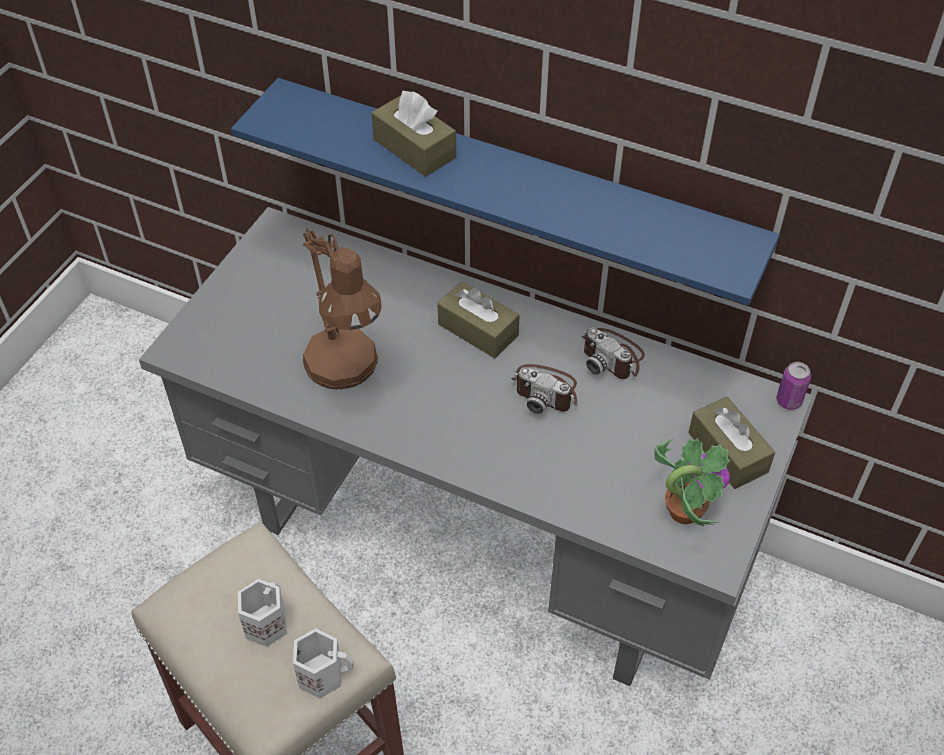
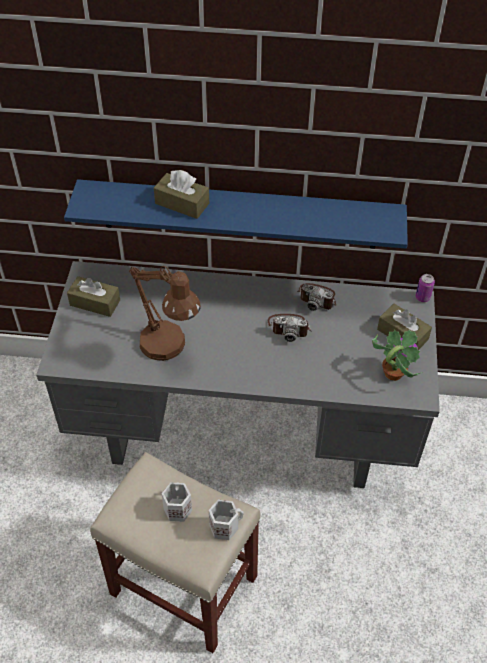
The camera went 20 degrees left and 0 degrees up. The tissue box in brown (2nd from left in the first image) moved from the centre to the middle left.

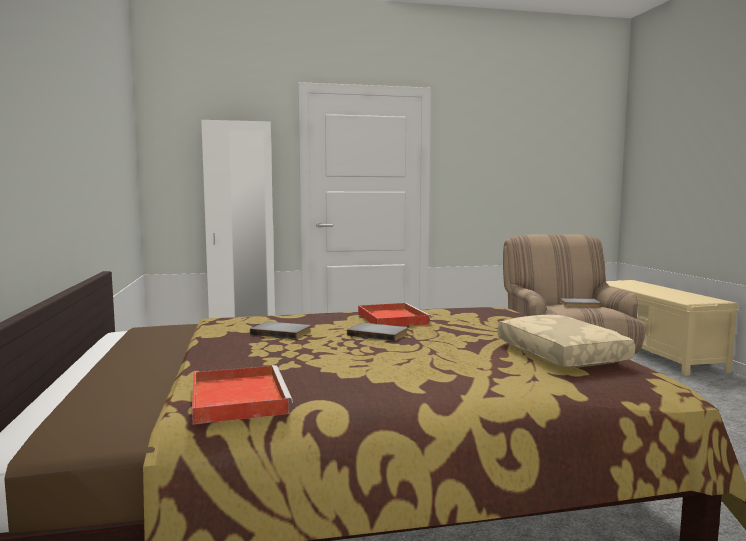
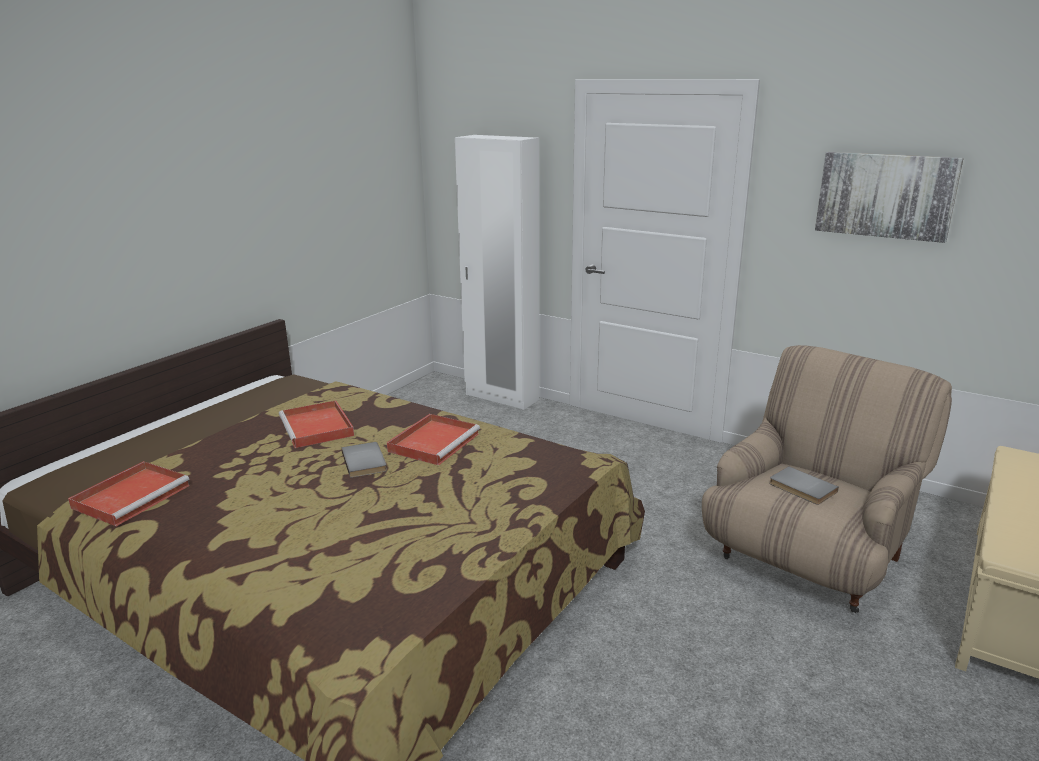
The camera went 45 degrees right and 15 degrees up. The pillow in beige at the middle right disappeared. The picture at the top right appeared. The book in grey (1st from left) at the centre was replaced by the tray in red (2nd from left) at the middle left.

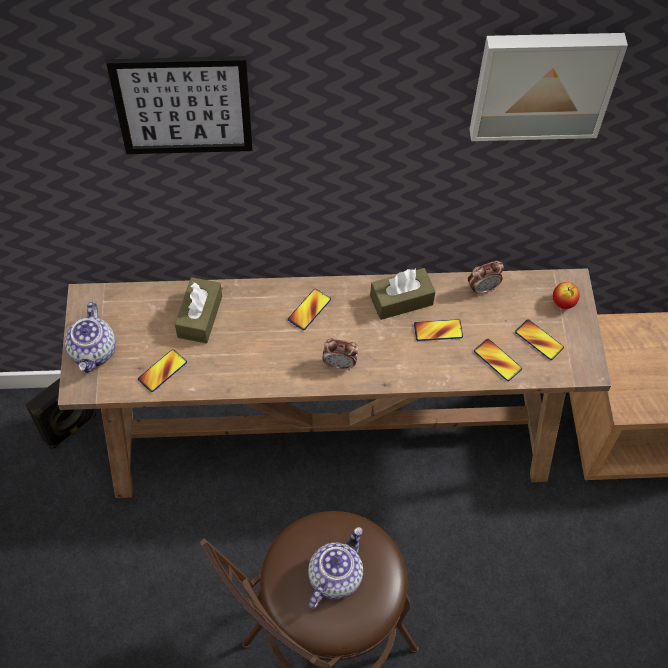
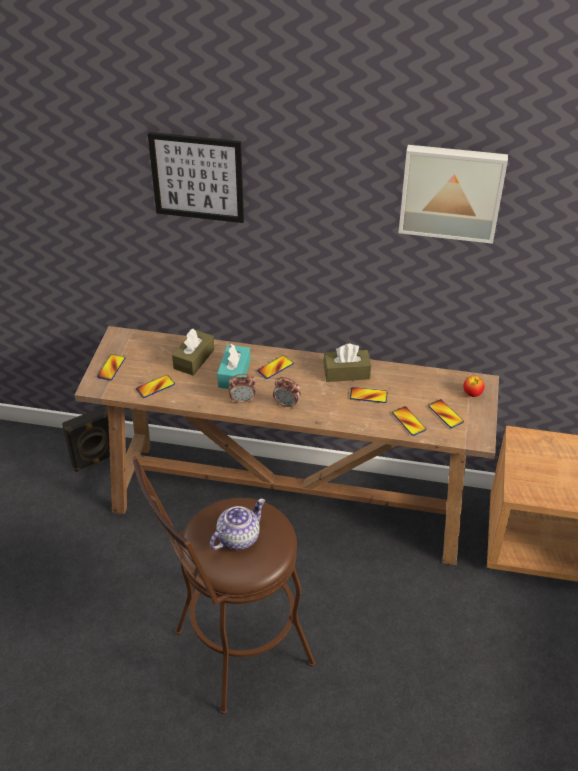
The camera went 15 degrees right and 15 degrees down. The tissue box in turquoise at the centre appeared. The alarm clock (2nd from left in the first image) moved from the middle right to the centre. The teapot (1st from left) at the middle left was replaced by the phone (1st from left) at the middle left.

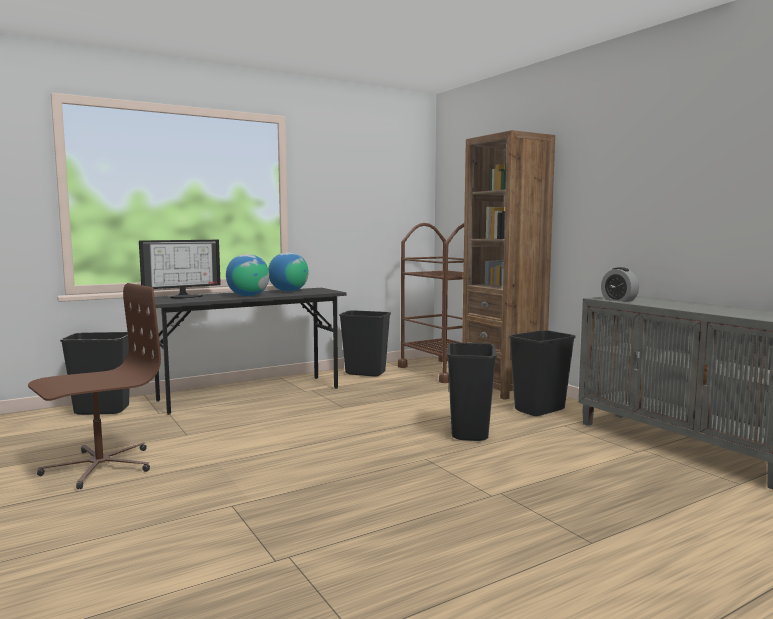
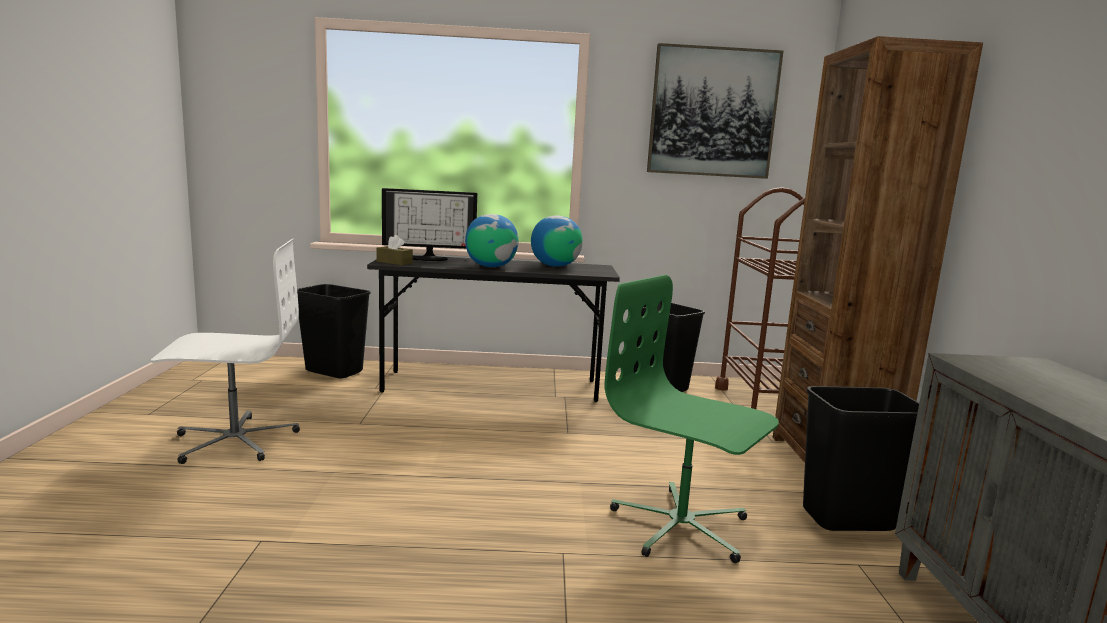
The camera went 30 degrees right and 5 degrees up. The alarm clock at the middle right disappeared. The tissue box in brown at the centre appeared. The picture at the top centre appeared. The trash can in black (3rd from left) at the centre was replaced by the office chair in green at the bottom centre. The office chair in brown at the middle left became the office chair in white at the middle left.

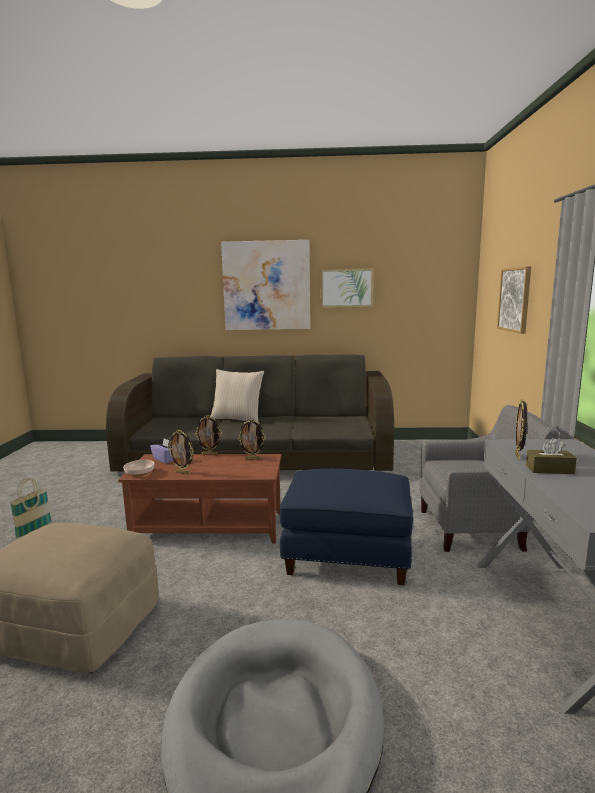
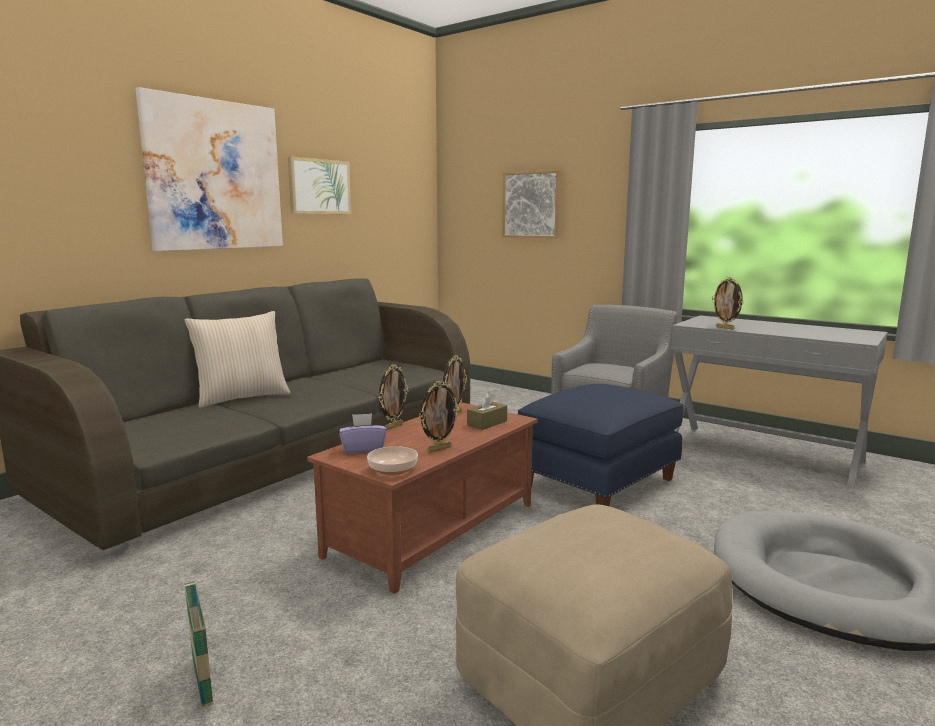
The camera went 55 degrees left and 0 degrees up. The tissue box in brown moved from the middle right to the centre.

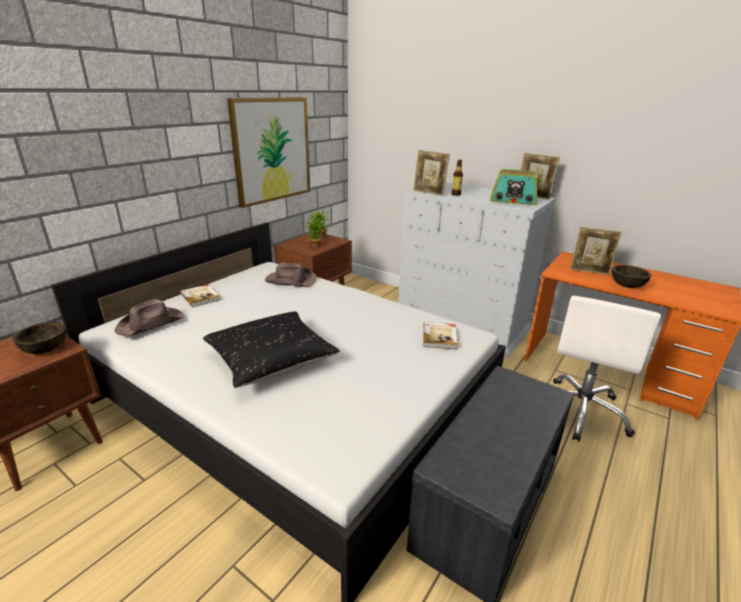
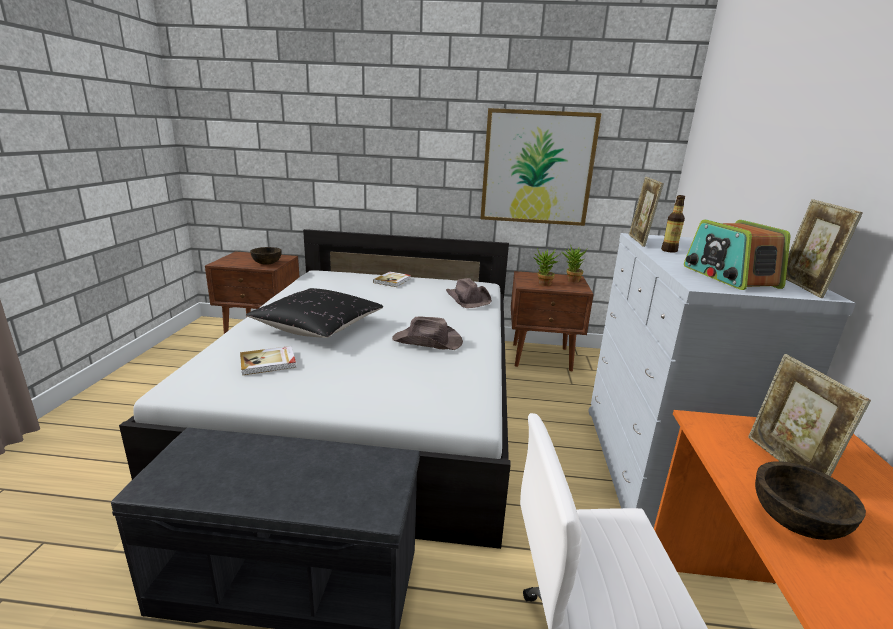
The camera went 60 degrees right and 5 degrees down. The hat in brown (1st from left) moved from the middle left to the centre. The book (2nd from left in the first image) moved from the centre to the middle left.

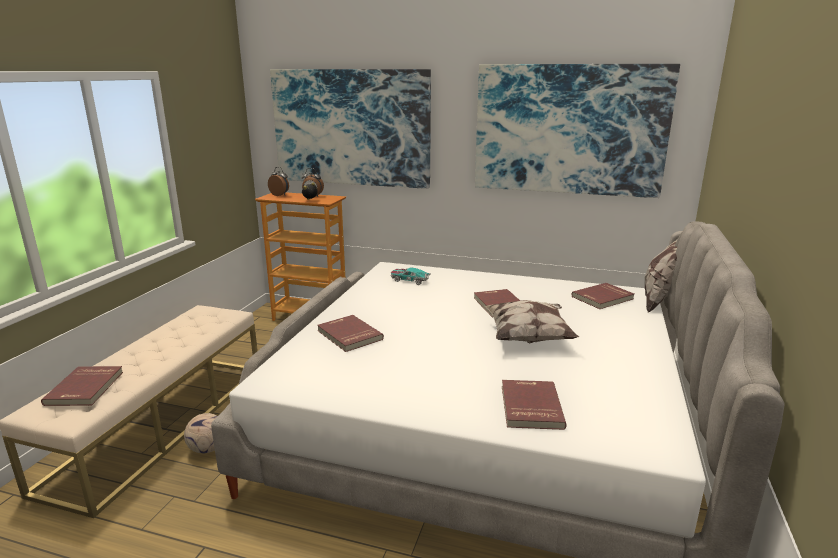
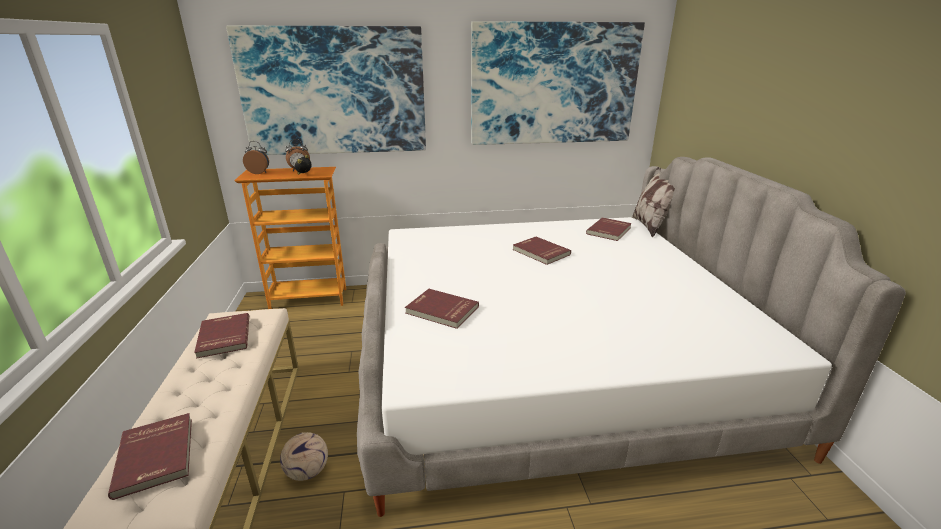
The camera went 25 degrees left and 5 degrees up. The toy car at the centre disappeared. The pillow (1st from left) at the centre disappeared. The book in red (4th from left in the first image) moved from the bottom centre to the middle left.

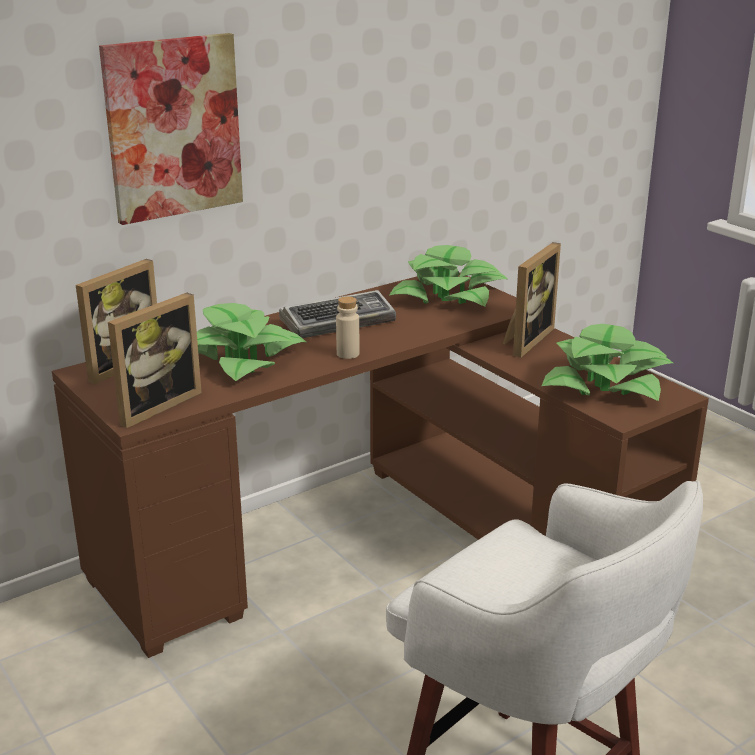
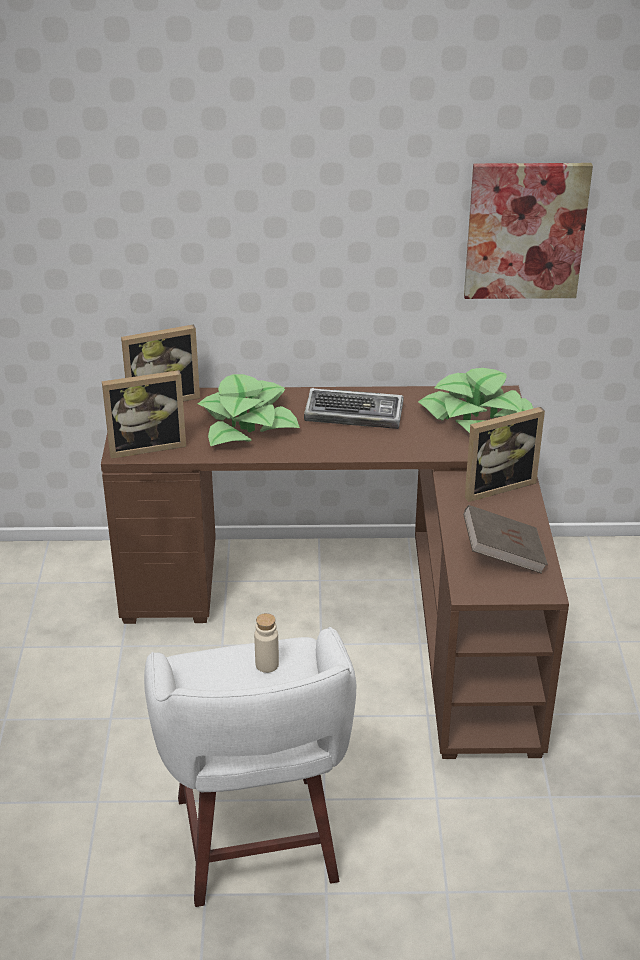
The camera went 35 degrees right and 10 degrees up. The picture moved from the top left to the top right. The bottle in beige moved from the centre to the bottom centre. The potted plant (3rd from left) at the middle right was replaced by the book in brown at the middle right.

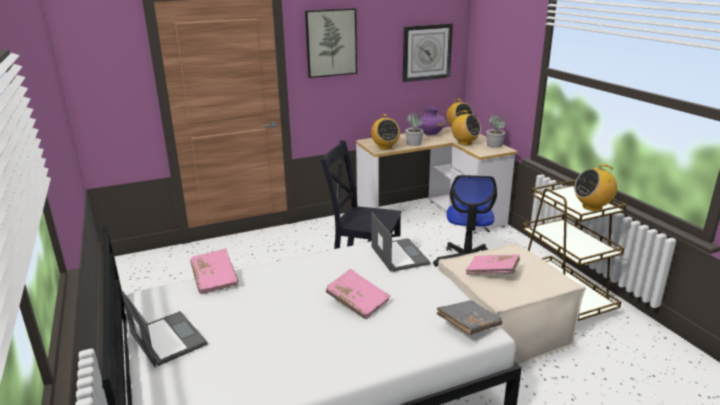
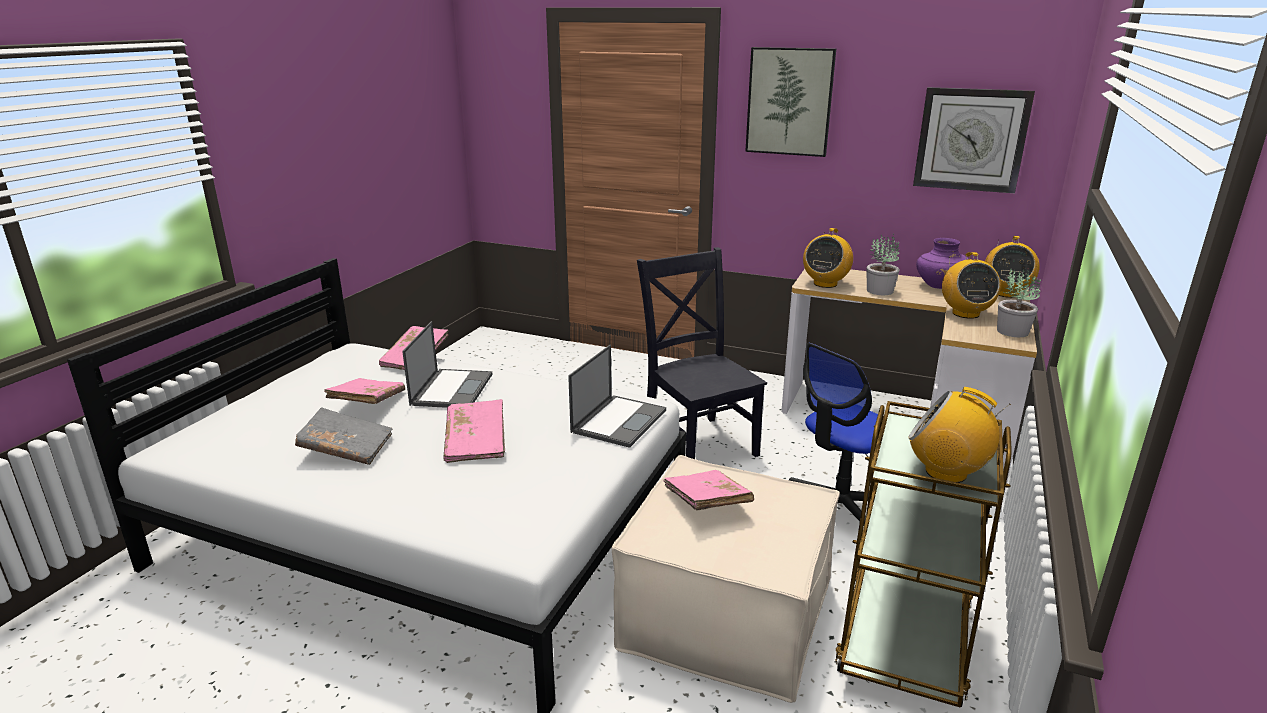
The camera went 45 degrees right and 0 degrees up. The book in pink (1st from left) at the middle left appeared. The laptop (1st from left) moved from the bottom left to the centre. The book in grey moved from the bottom centre to the middle left.

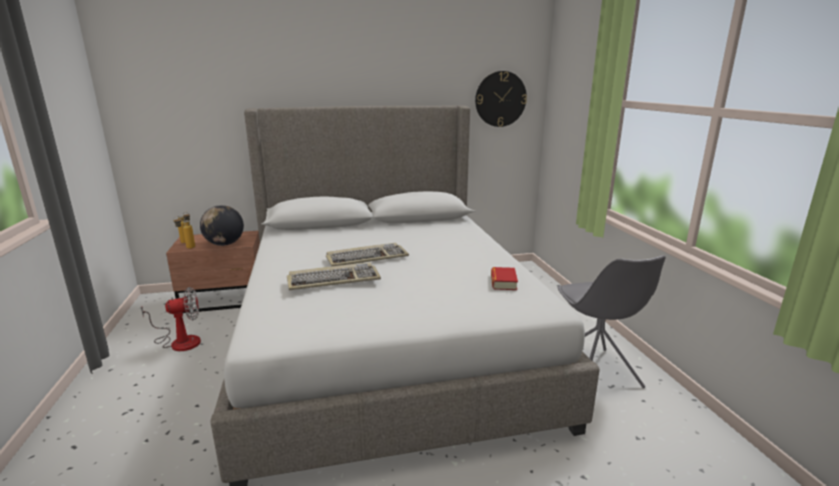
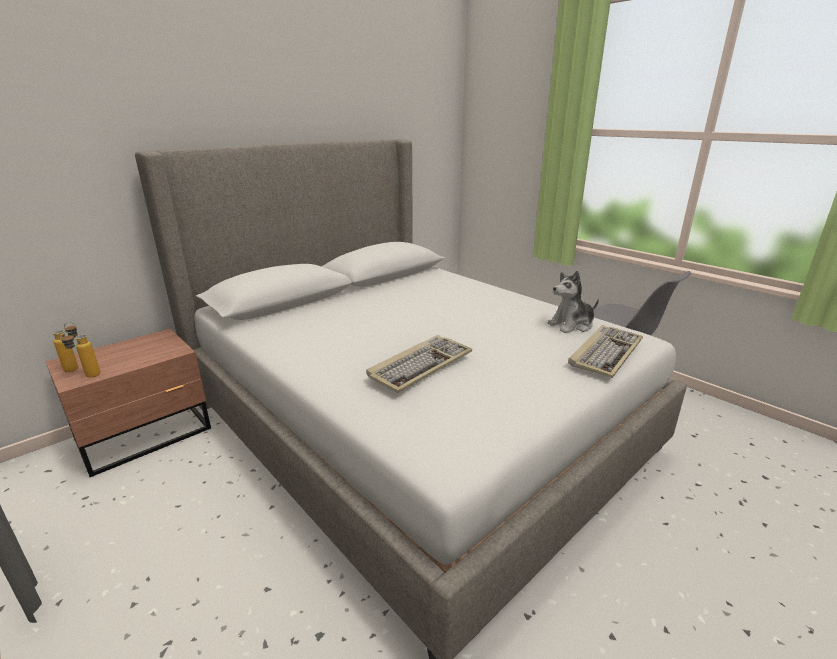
The camera went 30 degrees left and 5 degrees up. The fan at the middle left disappeared. The globe at the middle left disappeared. The wall clock at the top centre disappeared. The keyboard (2nd from left) moved from the centre to the middle right. The book at the centre was replaced by the plush toy at the middle right.

